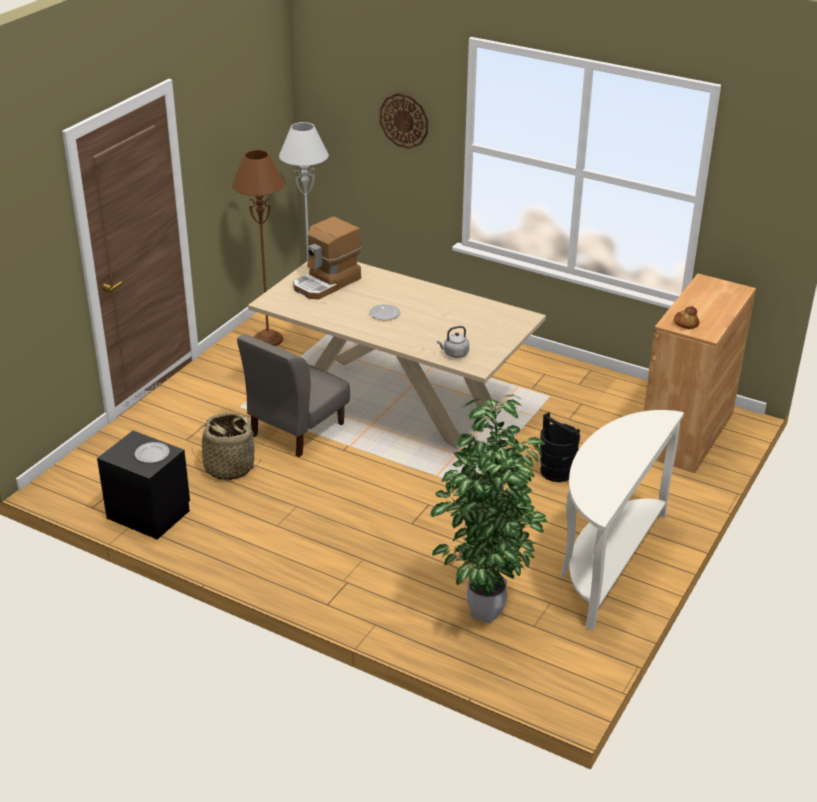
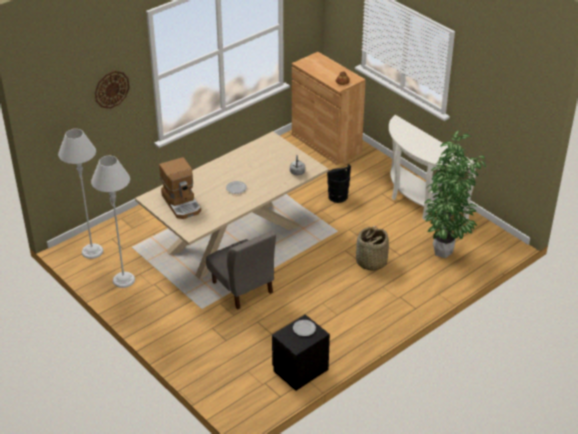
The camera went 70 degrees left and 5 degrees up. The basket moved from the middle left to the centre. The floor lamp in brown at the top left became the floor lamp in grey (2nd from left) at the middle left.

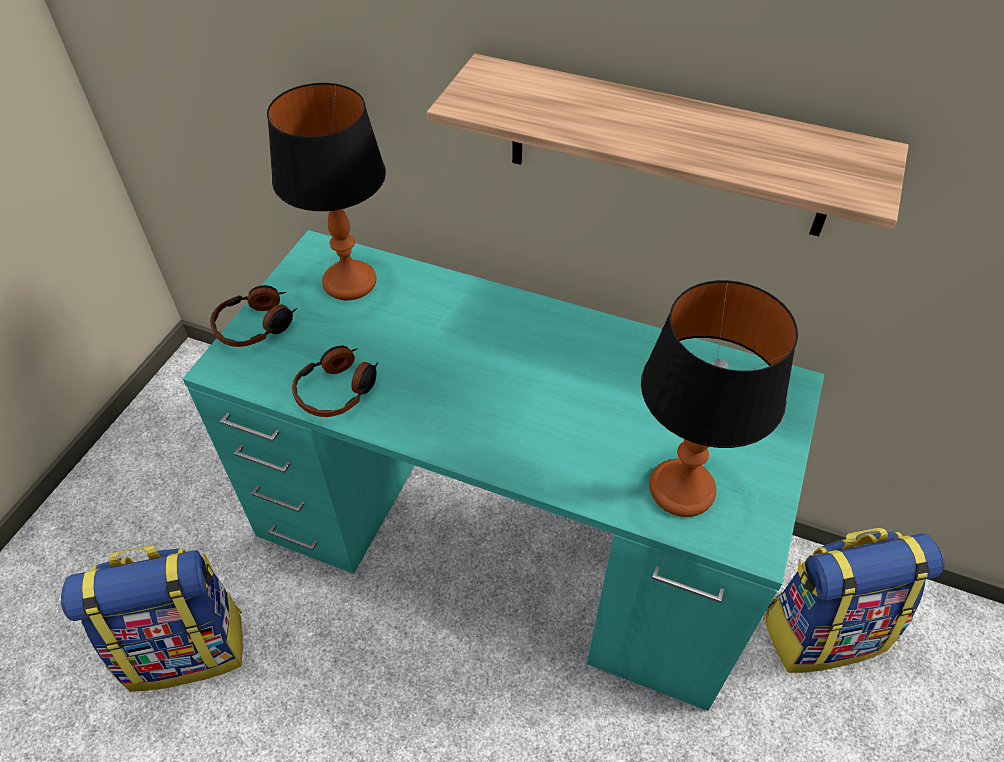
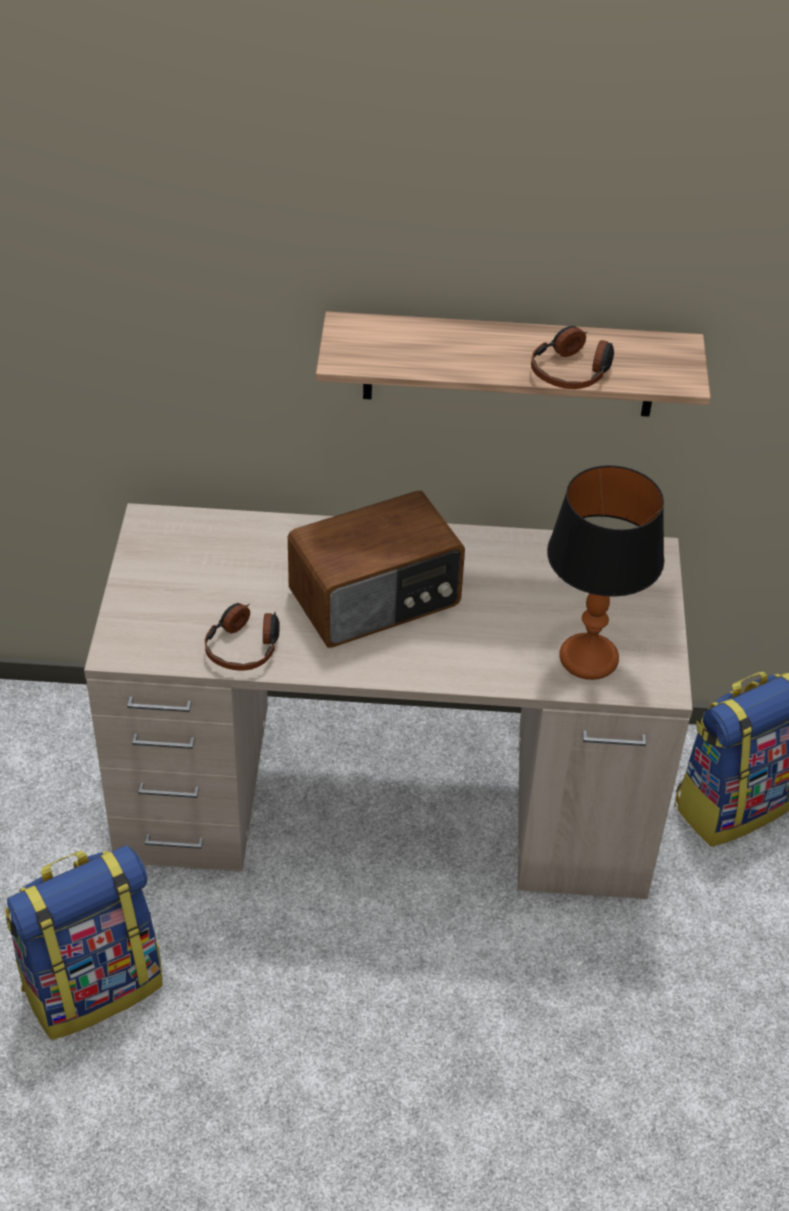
The camera went 20 degrees left and 5 degrees down. The table lamp (1st from left) at the top left disappeared. The radio at the centre appeared. The headphones (1st from left in the first image) moved from the middle left to the top right. The desk in turquoise at the centre became the desk in beige at the centre.

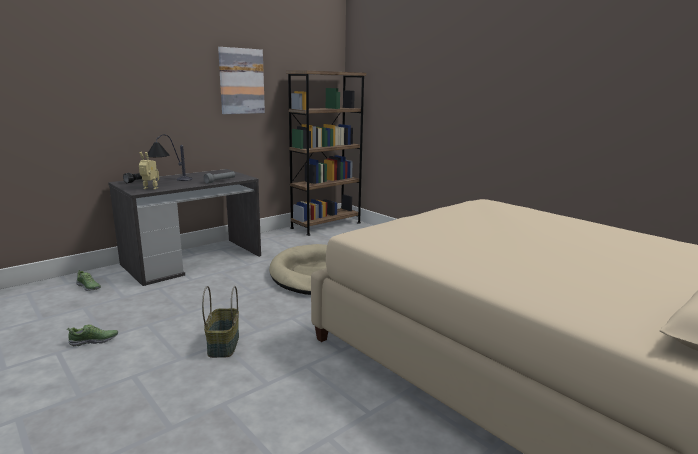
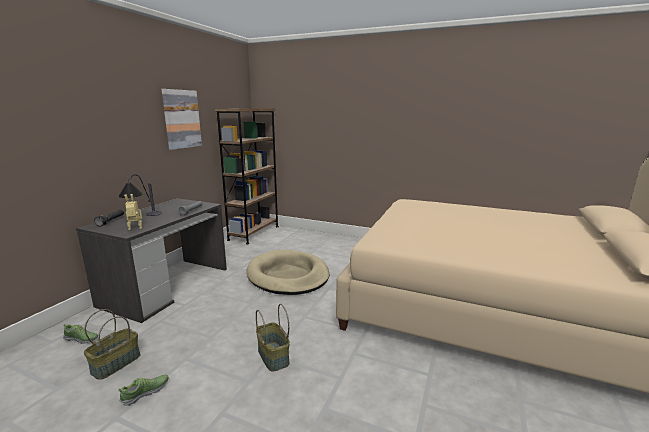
The camera went 25 degrees left and 0 degrees up. The basket (1st from left) at the bottom left appeared.

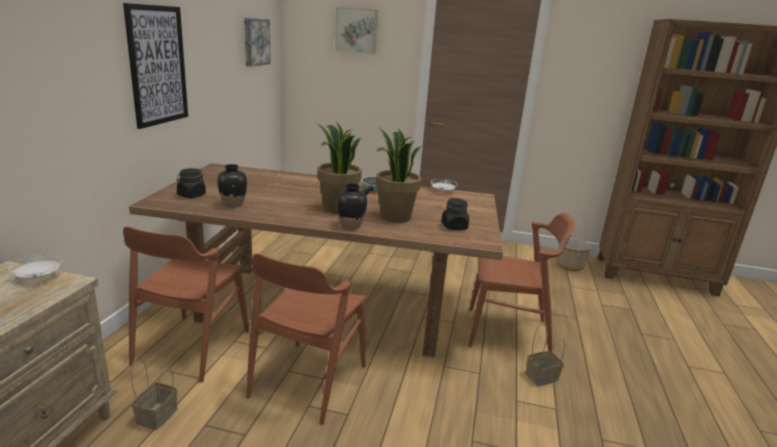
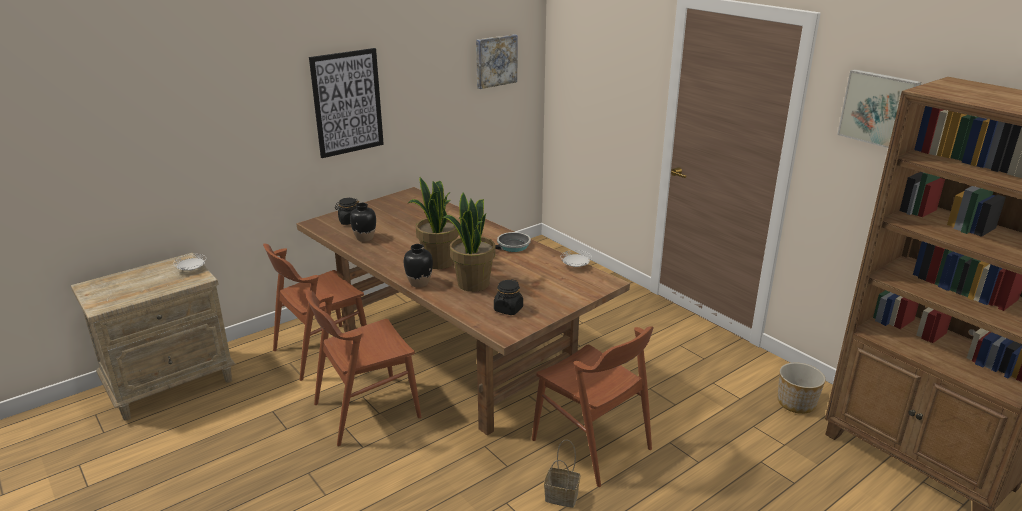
The camera went 40 degrees right and 5 degrees up. The basket (1st from left) at the bottom left disappeared. The picture (3rd from left) moved from the top centre to the top right.

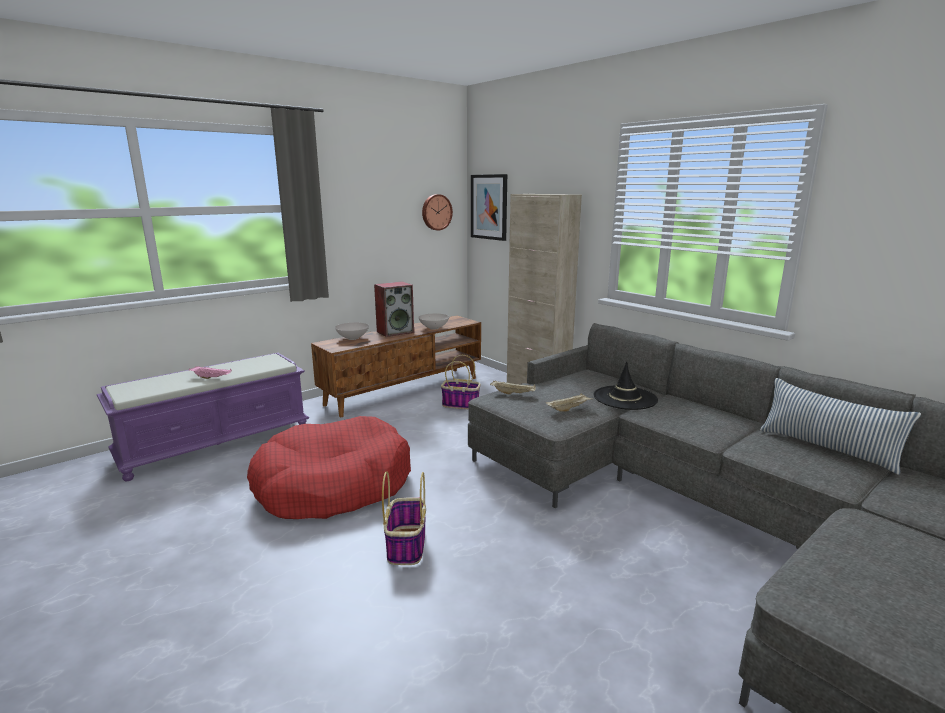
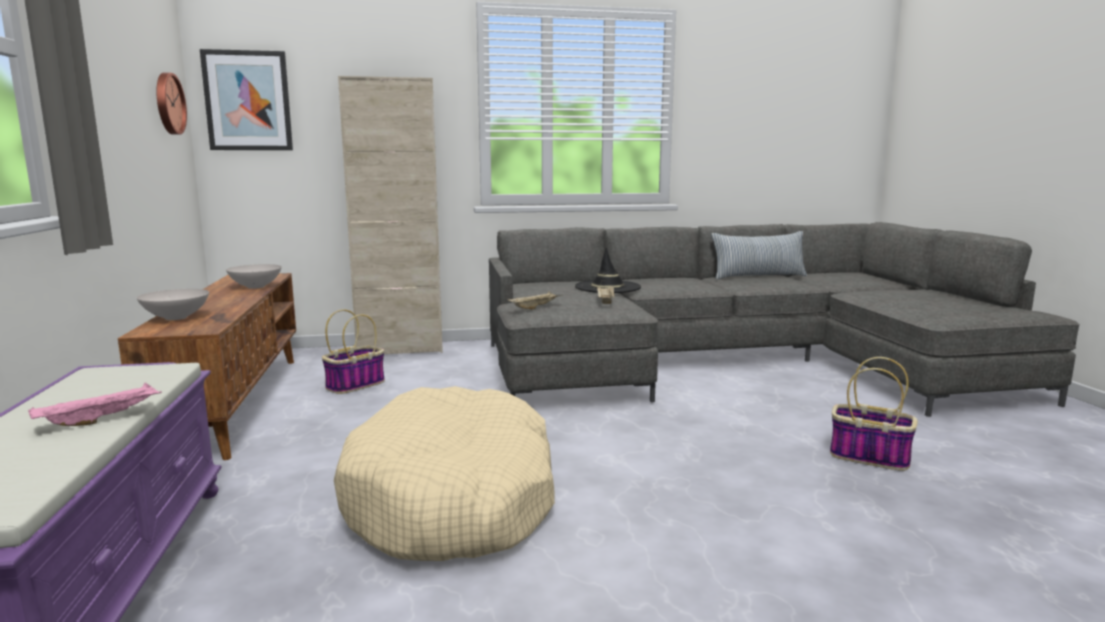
The camera went 60 degrees left and 5 degrees down. The speaker at the centre disappeared. The basket (1st from left in the first image) moved from the bottom centre to the middle right. The dog bed in red at the centre became the dog bed in beige at the bottom centre.

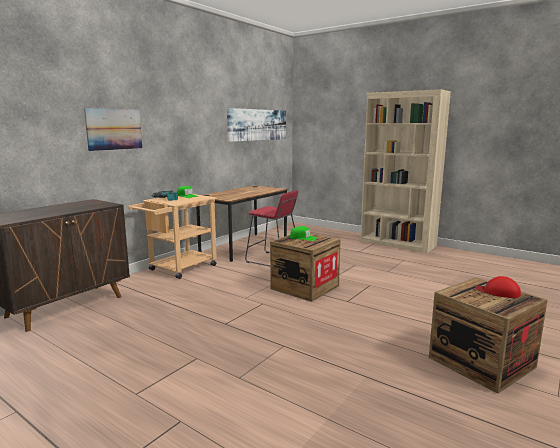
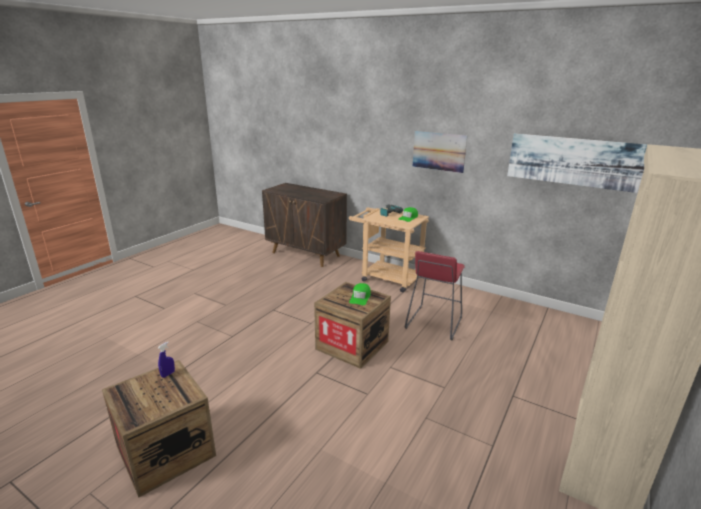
The camera went 85 degrees right and 10 degrees up. The desk in brown at the centre disappeared. The cap in red at the middle right disappeared. The spray bottle in blue at the bottom left appeared. The picture (1st from left) moved from the top left to the top centre.

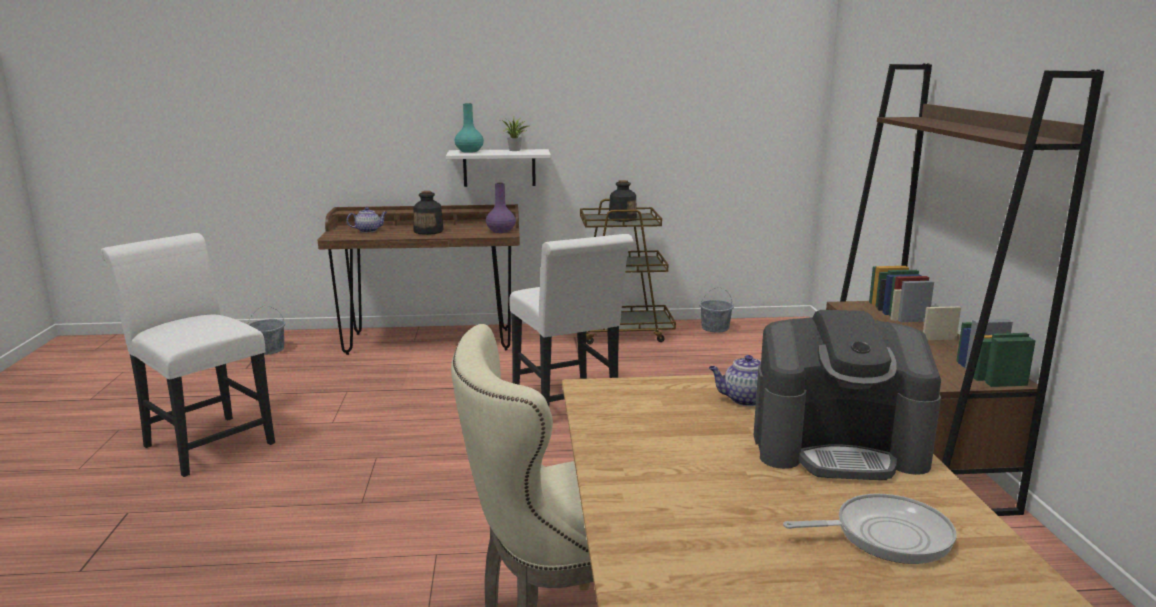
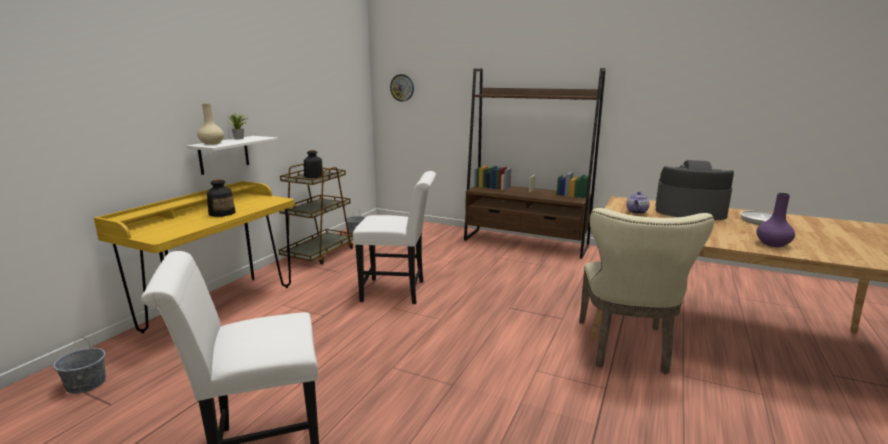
The camera went 60 degrees left and 0 degrees up. The teapot (1st from left) at the middle left disappeared. The wall clock at the top centre appeared. The vase in purple moved from the centre to the middle right. The desk in brown at the centre became the desk in yellow at the middle left. The vase in turquoise at the top centre became the vase in beige at the top left. The coffee machine at the middle right turned 105 degrees counterclockwise.

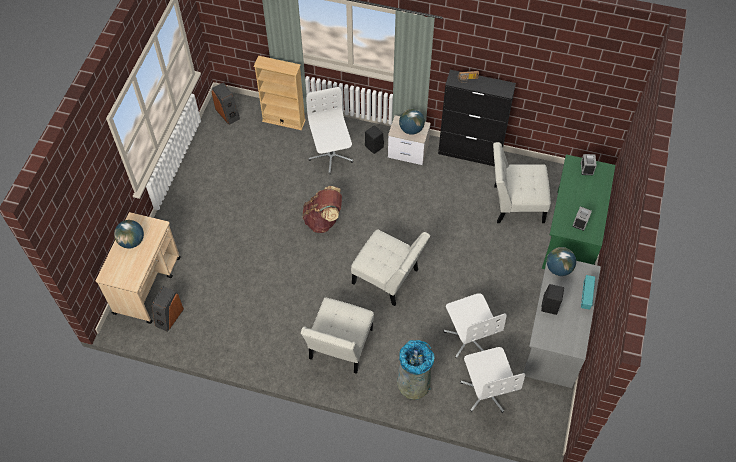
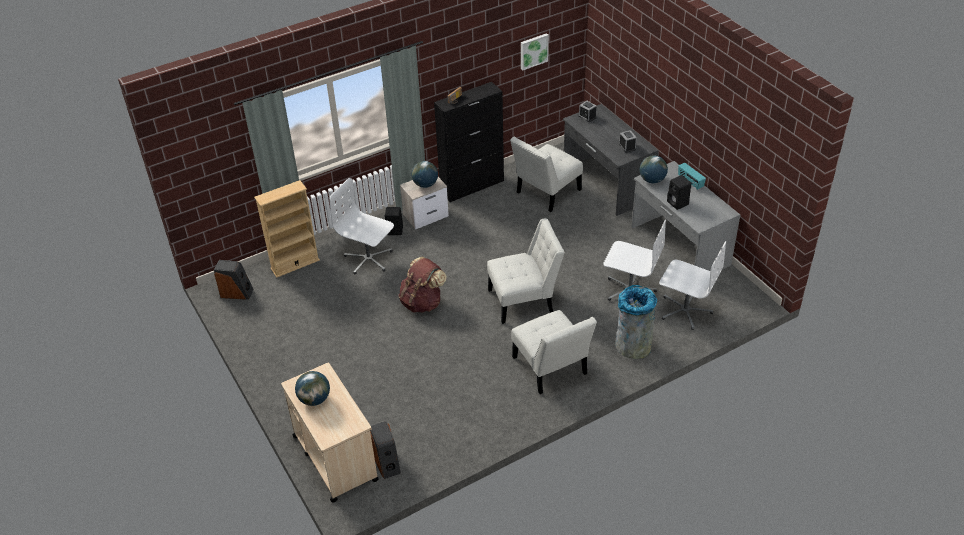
The camera went 45 degrees left and 15 degrees down. The picture at the top centre appeared. The desk in green at the middle right became the desk in grey (1st from left) at the top centre.

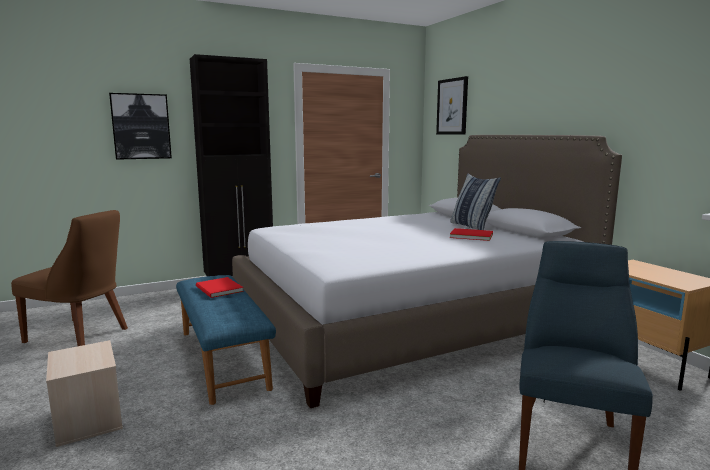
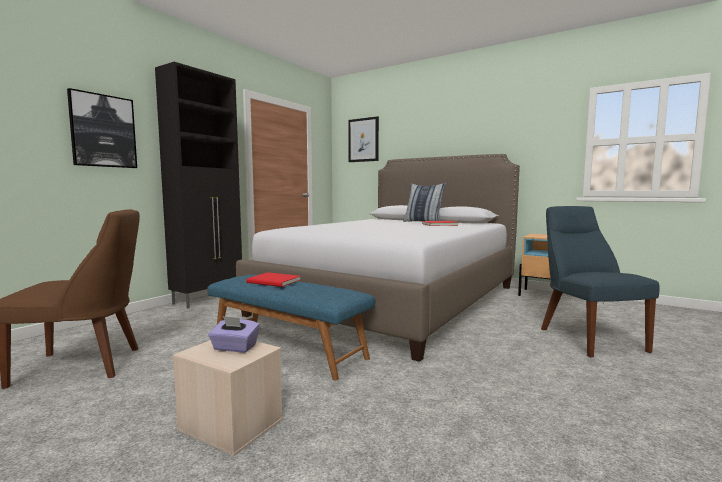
The camera went 30 degrees left and 5 degrees down. The tissue box in purple at the bottom left appeared.

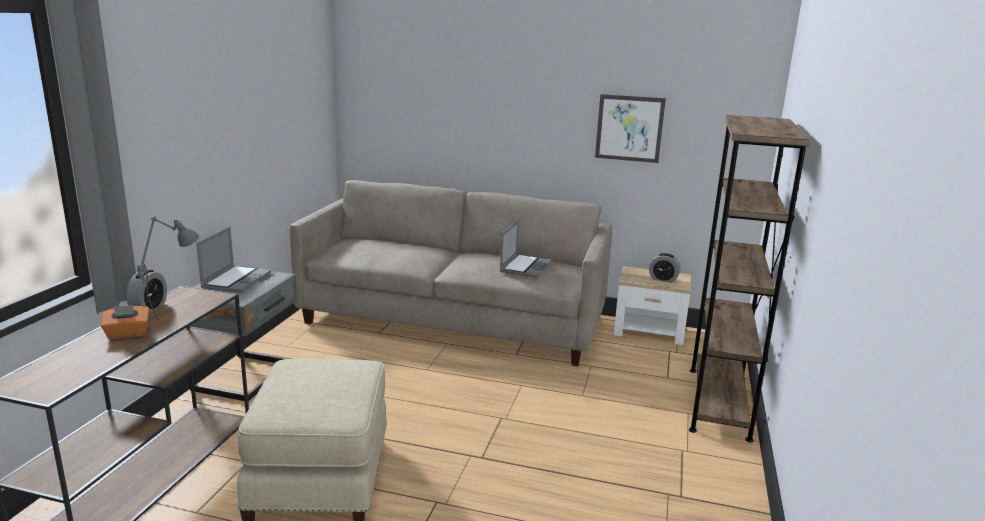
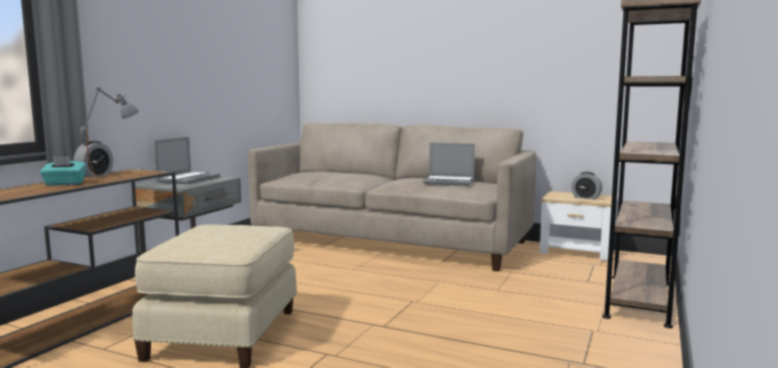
The camera went 10 degrees right and 10 degrees down. The picture at the top centre disappeared. The tissue box in orange at the middle left became the tissue box in turquoise at the middle left. The laptop (2nd from left) at the centre turned 75 degrees clockwise.

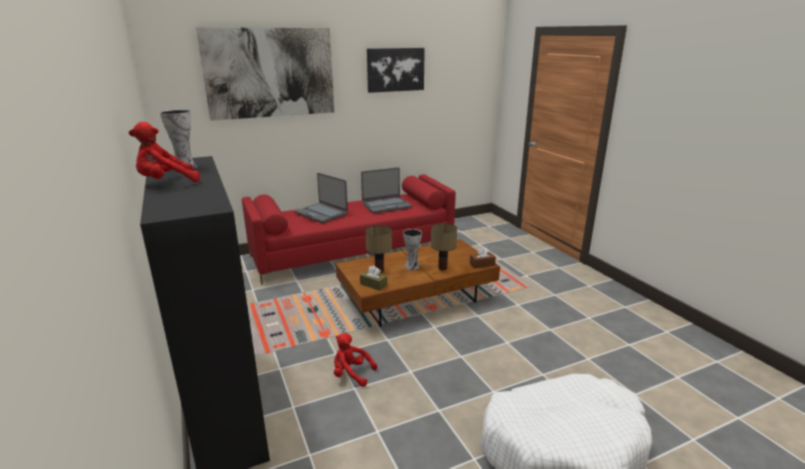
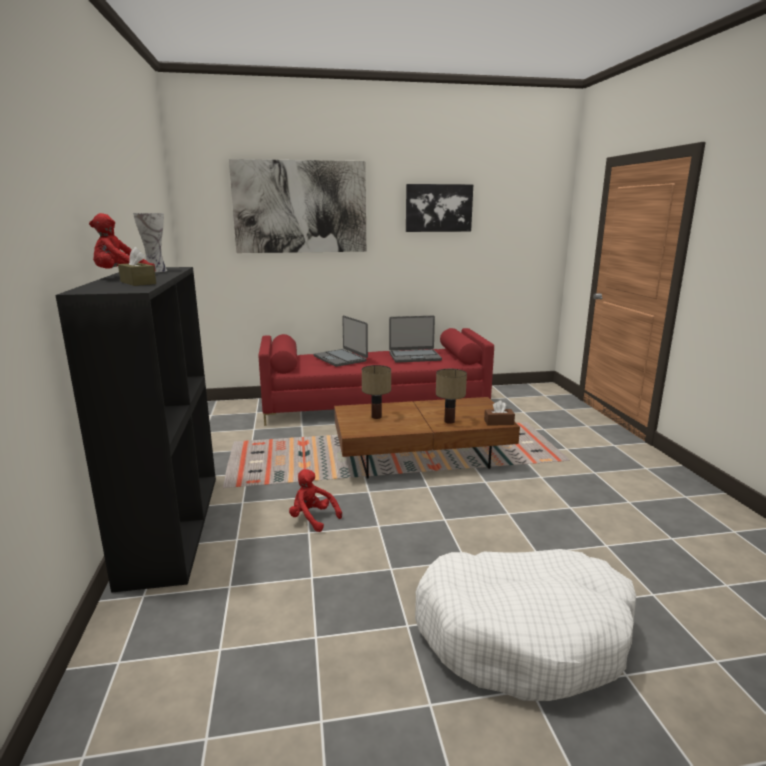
The camera went 15 degrees right and 5 degrees down. The vase (2nd from left) at the centre disappeared. The tissue box in brown (1st from left) moved from the centre to the middle left.

